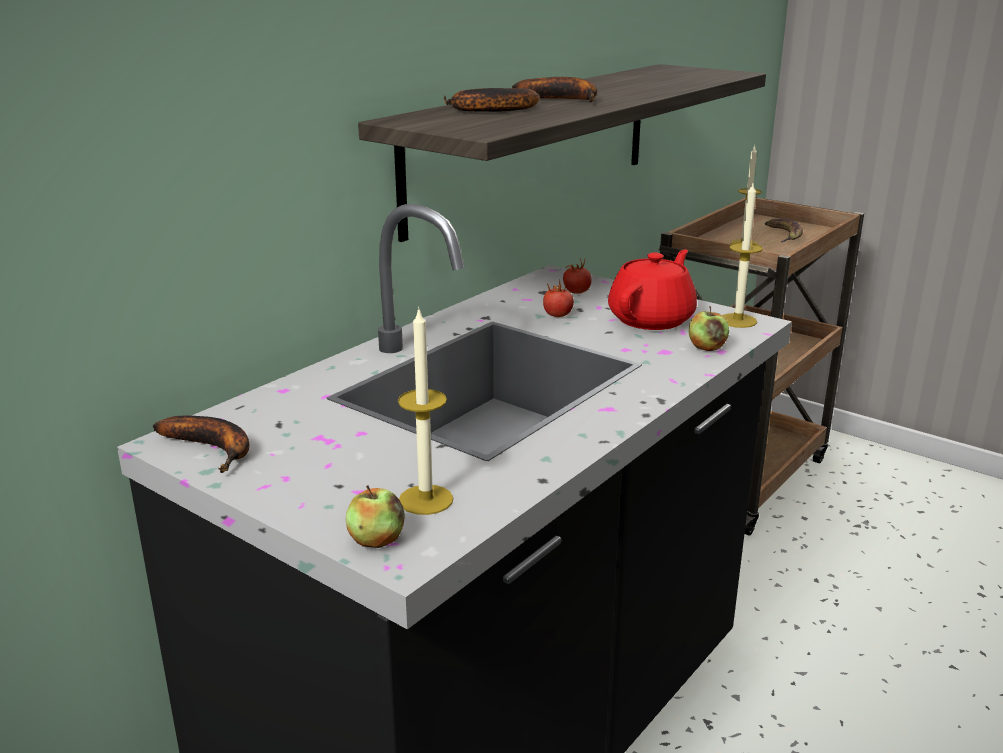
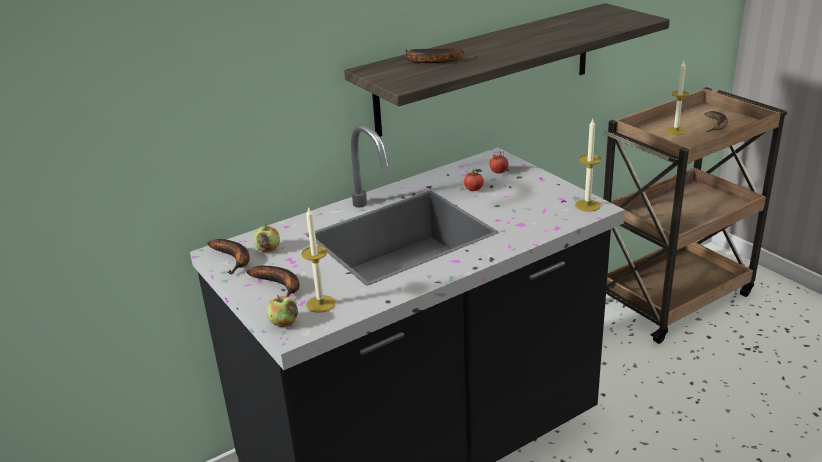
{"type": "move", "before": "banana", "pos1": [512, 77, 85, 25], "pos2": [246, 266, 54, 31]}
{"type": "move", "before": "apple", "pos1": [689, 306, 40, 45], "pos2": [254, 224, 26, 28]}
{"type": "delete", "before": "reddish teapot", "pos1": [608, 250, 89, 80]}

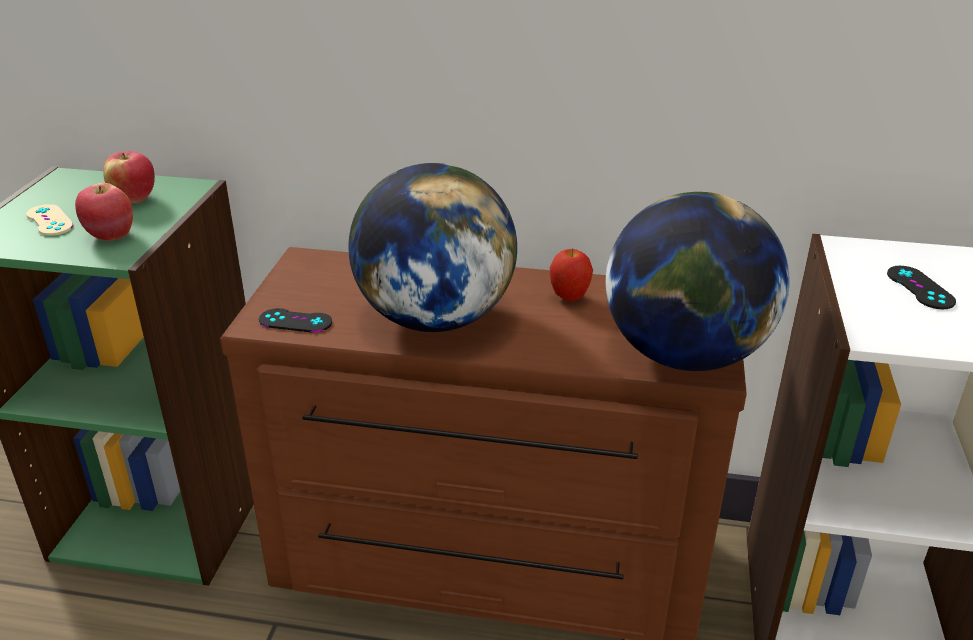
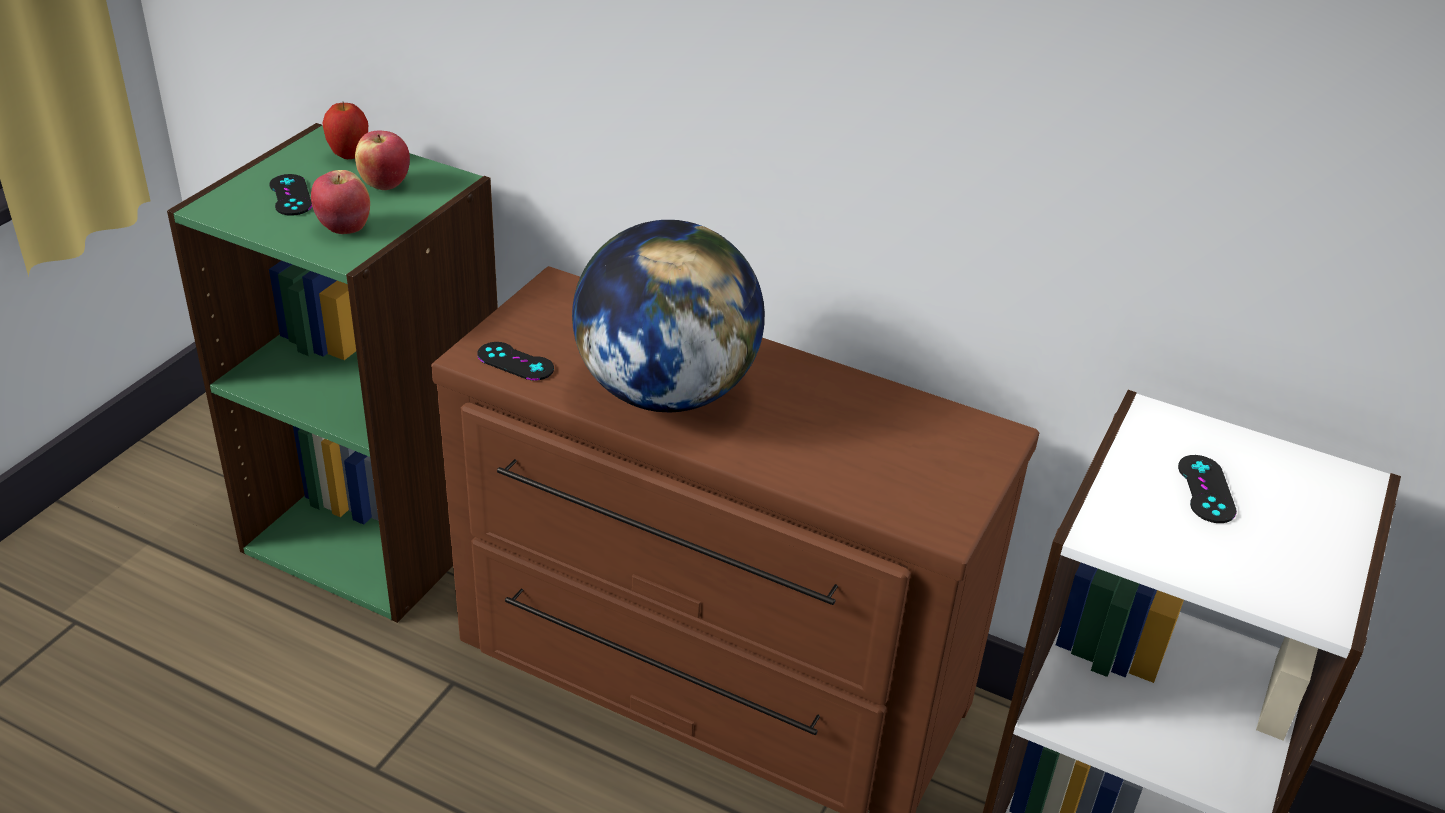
{"type": "recolor", "before": "beige game controller", "after": "black game controller", "pos1": [26, 204, 47, 32], "pos2": [269, 174, 43, 42]}
{"type": "move", "before": "apple", "pos1": [550, 248, 43, 53], "pos2": [323, 102, 45, 57]}
{"type": "delete", "before": "desk globe", "pos1": [606, 192, 183, 179]}

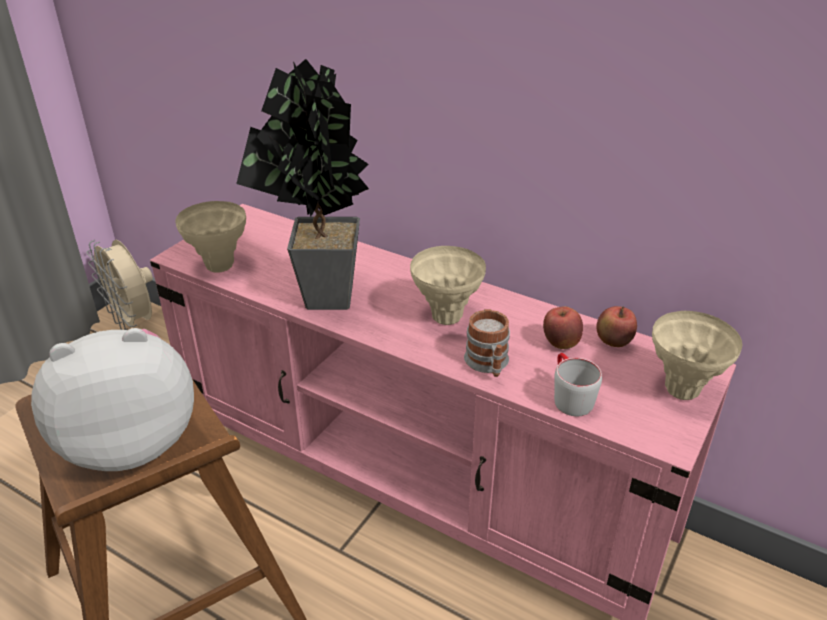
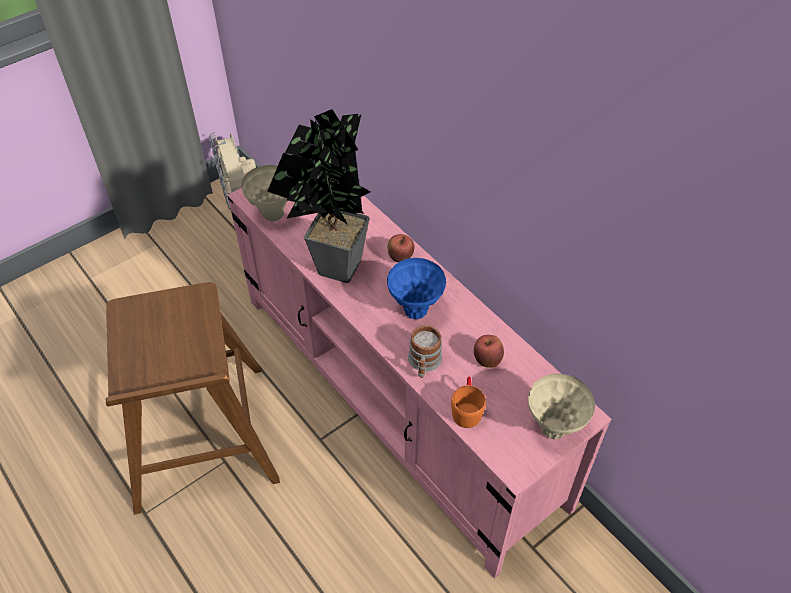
{"type": "recolor", "before": "beige vase", "after": "blue vase", "pos1": [410, 246, 76, 79], "pos2": [387, 258, 59, 61]}
{"type": "move", "before": "apple", "pos1": [597, 306, 40, 41], "pos2": [388, 234, 26, 28]}
{"type": "recolor", "before": "grey mug", "after": "orange-coloured mug", "pos1": [554, 353, 48, 63], "pos2": [451, 376, 35, 52]}
{"type": "delete", "before": "plush toy", "pos1": [31, 328, 163, 143]}

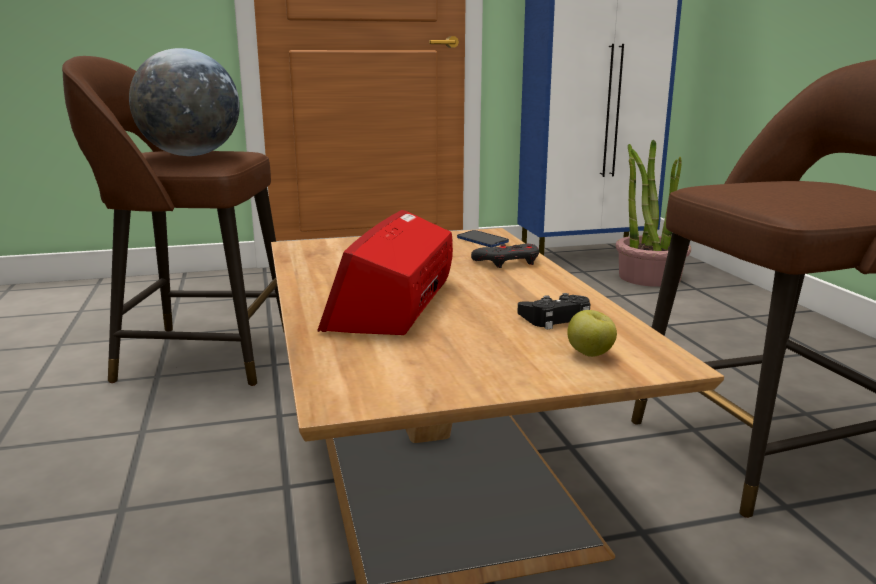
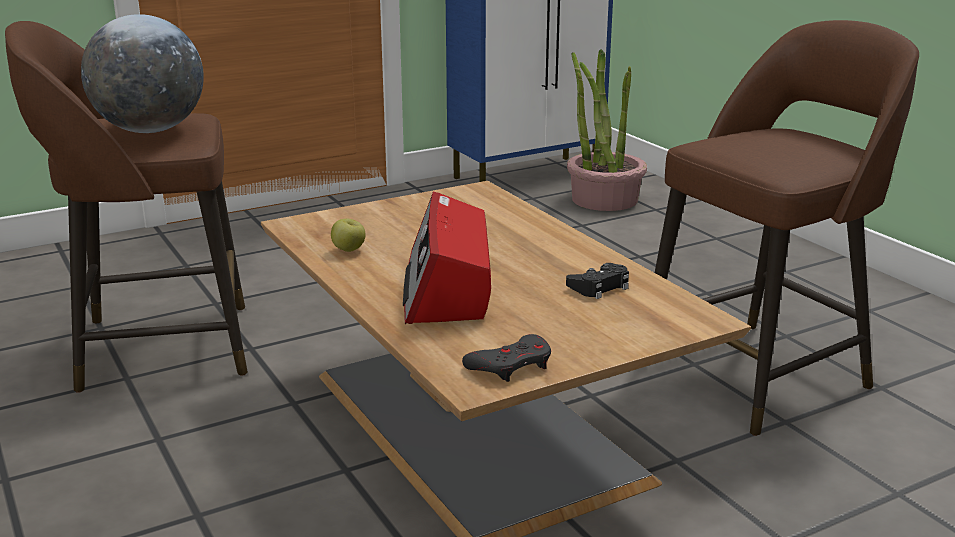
{"type": "move", "before": "apple", "pos1": [567, 310, 50, 47], "pos2": [331, 219, 35, 33]}
{"type": "move", "before": "grey game controller", "pos1": [471, 244, 68, 24], "pos2": [462, 334, 89, 48]}
{"type": "delete", "before": "handset", "pos1": [457, 230, 52, 17]}

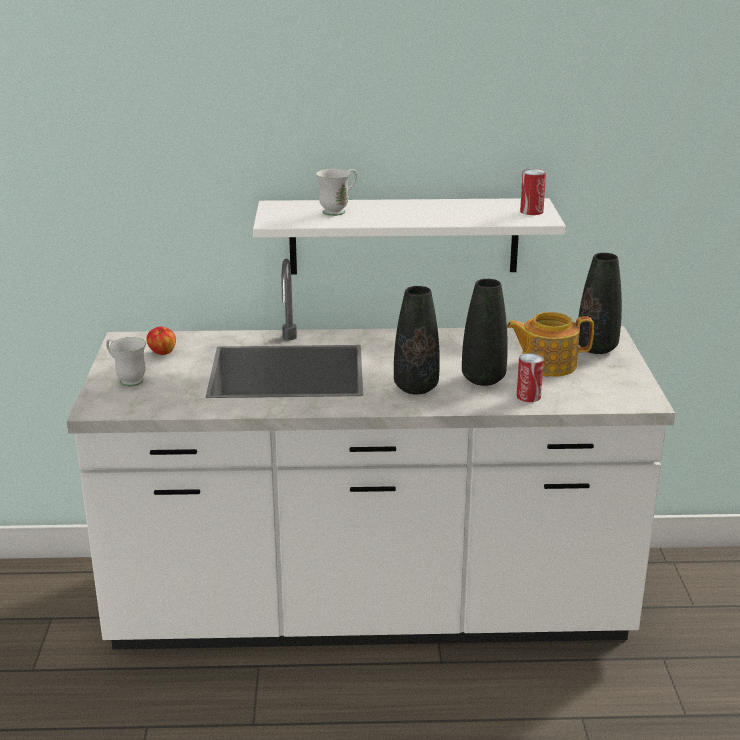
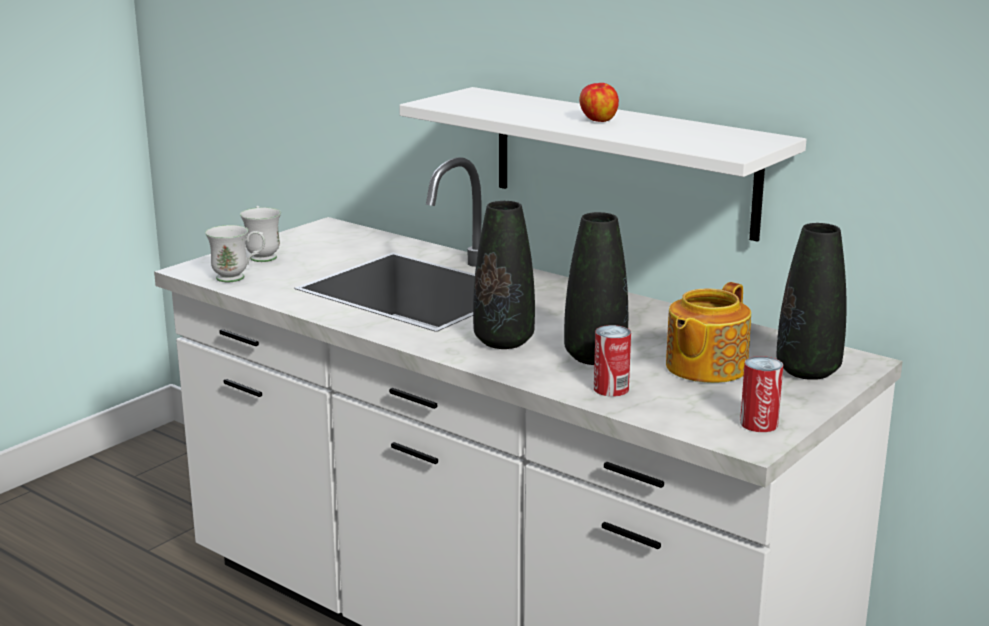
{"type": "move", "before": "whitish mug", "pos1": [316, 169, 41, 47], "pos2": [205, 225, 60, 57]}
{"type": "move", "before": "apple", "pos1": [146, 327, 30, 28], "pos2": [579, 83, 40, 39]}
{"type": "rotate", "before": "teapot", "pos1": [507, 312, 87, 65], "pos2": [666, 282, 85, 101], "turn": -90}
{"type": "move", "before": "can", "pos1": [520, 169, 26, 46], "pos2": [740, 356, 43, 76]}

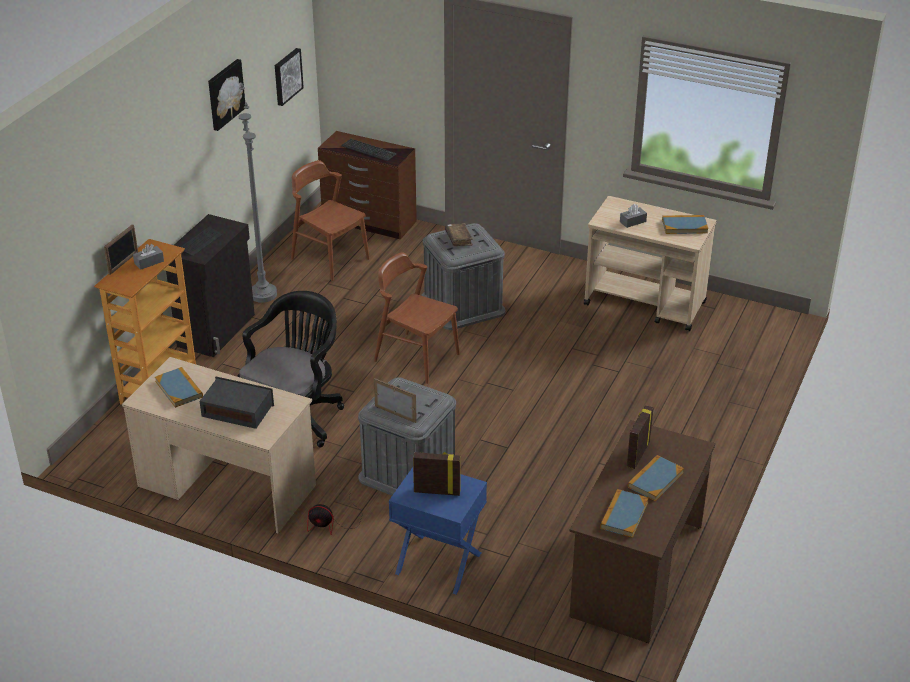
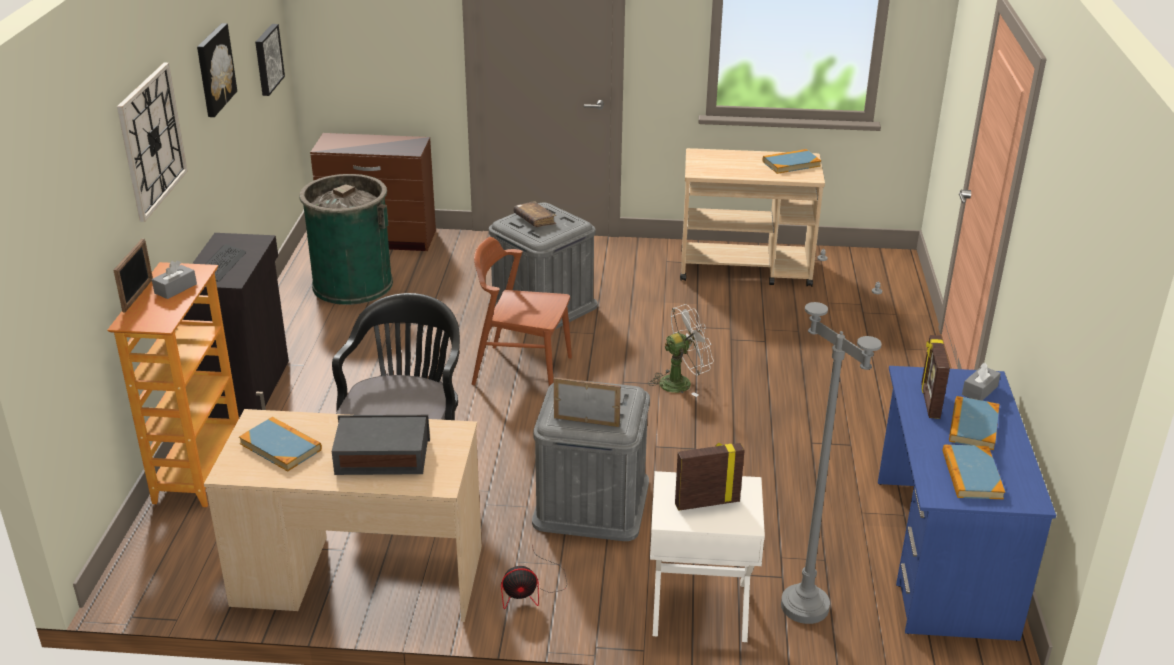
{"type": "insert", "after": "clock on the wall", "pos2": [117, 63, 71, 159]}
{"type": "replace", "before": "brownish chair", "after": "green-coloured trash can", "pos1": [291, 160, 79, 121], "pos2": [299, 174, 94, 131]}
{"type": "insert", "after": "whitish fan", "pos2": [648, 304, 66, 93]}
{"type": "recolor", "before": "blue nightstand", "after": "whitish nightstand", "pos1": [389, 467, 98, 127], "pos2": [650, 471, 115, 171]}
{"type": "move", "before": "grey standard lamp", "pos1": [239, 83, 38, 220], "pos2": [781, 249, 101, 375]}
{"type": "recolor", "before": "brownish desk table", "after": "blue desk table", "pos1": [569, 420, 146, 223], "pos2": [878, 366, 178, 275]}
{"type": "move", "before": "grey box of tissues", "pos1": [620, 204, 27, 24], "pos2": [962, 362, 39, 39]}
{"type": "delete", "before": "PC keyboard", "pos1": [342, 139, 54, 22]}

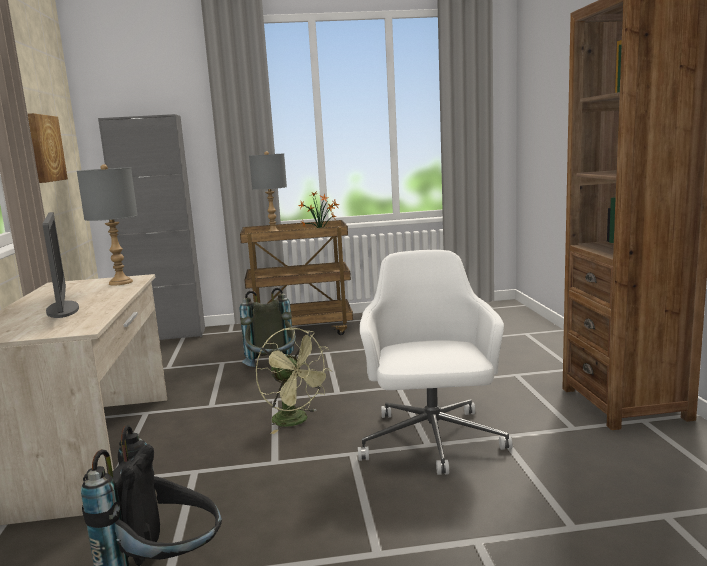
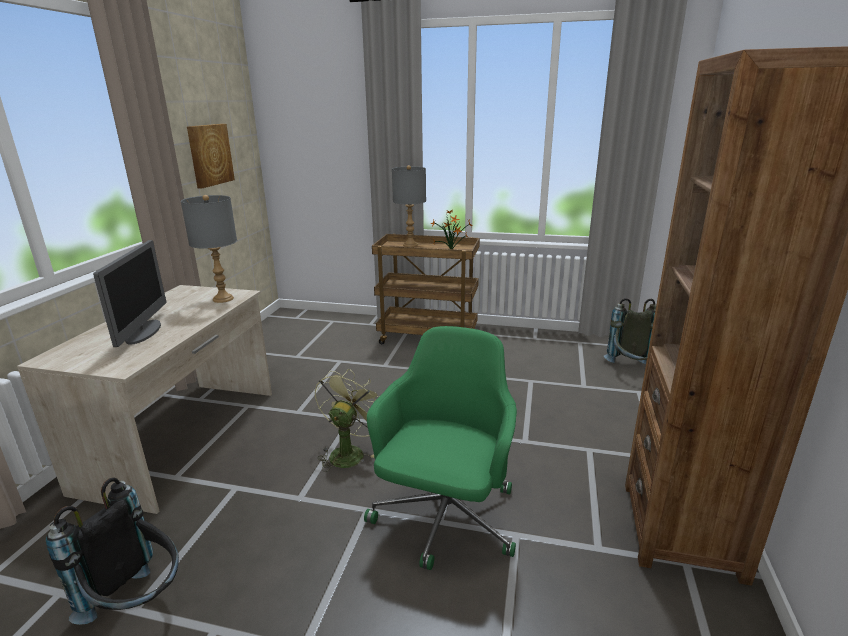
{"type": "rotate", "before": "green-coloured fan", "pos1": [256, 328, 77, 106], "pos2": [315, 369, 64, 103], "turn": -135}
{"type": "recolor", "before": "whitish office chair", "after": "green-coloured office chair", "pos1": [358, 250, 155, 225], "pos2": [364, 326, 153, 244]}
{"type": "move", "before": "grey knapsack", "pos1": [240, 288, 56, 79], "pos2": [604, 298, 52, 66]}
{"type": "delete", "before": "grey storage cabinet", "pos1": [98, 114, 107, 226]}

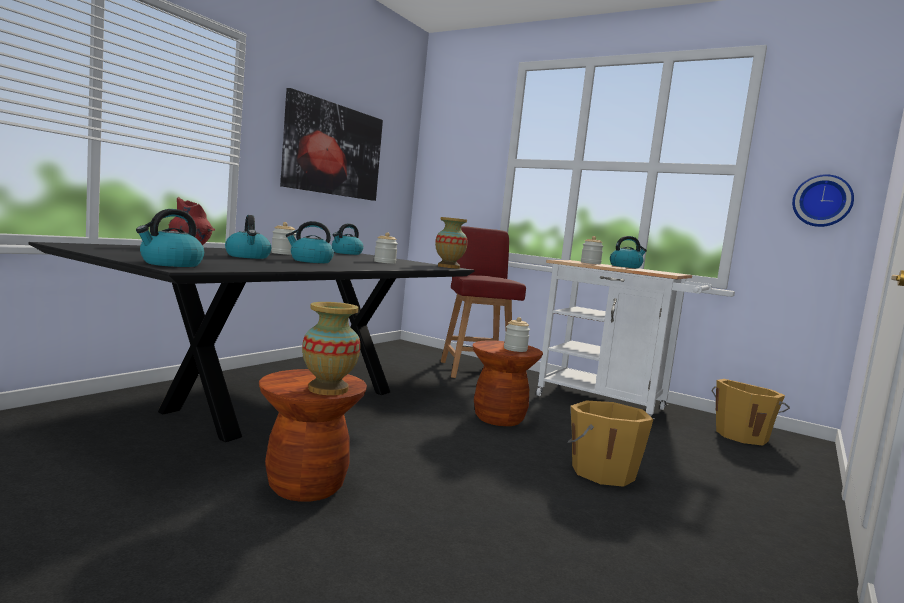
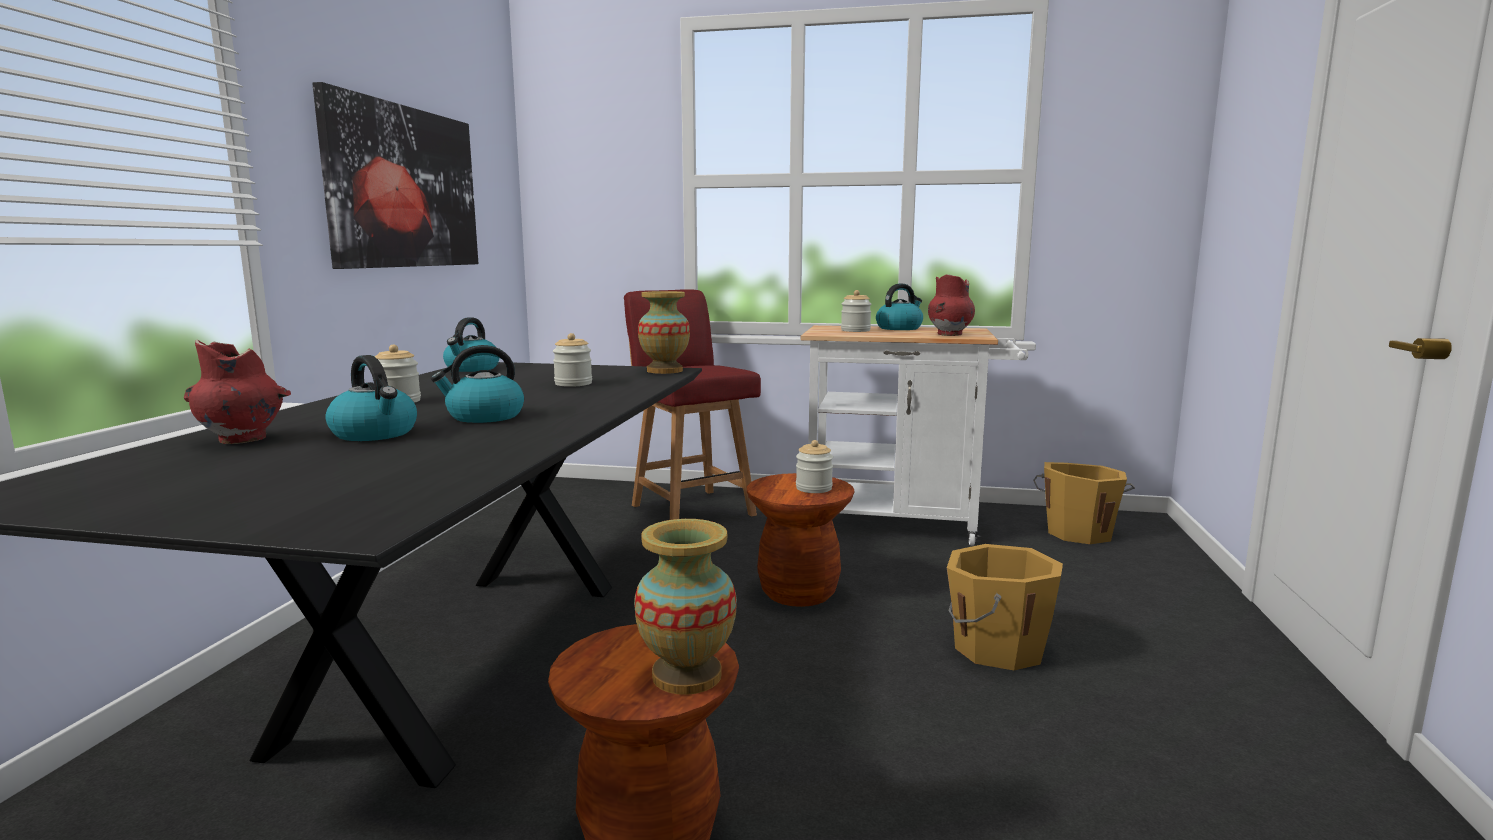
{"type": "insert", "after": "reddish vase", "pos2": [928, 274, 47, 62]}
{"type": "delete", "before": "kettle", "pos1": [136, 209, 68, 58]}
{"type": "delete", "before": "clock on the wall", "pos1": [792, 174, 62, 53]}

